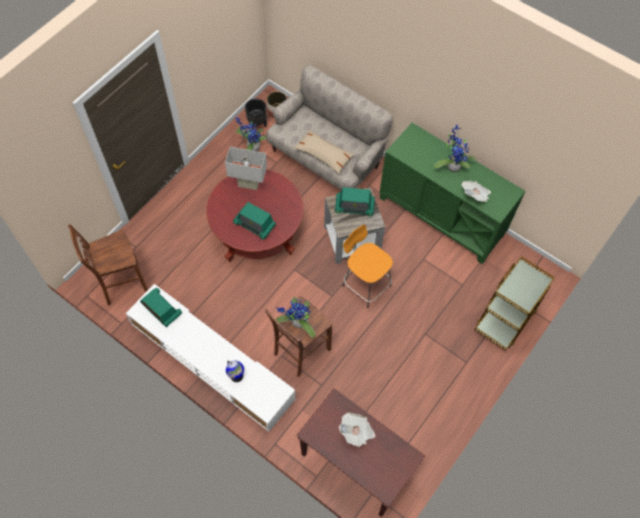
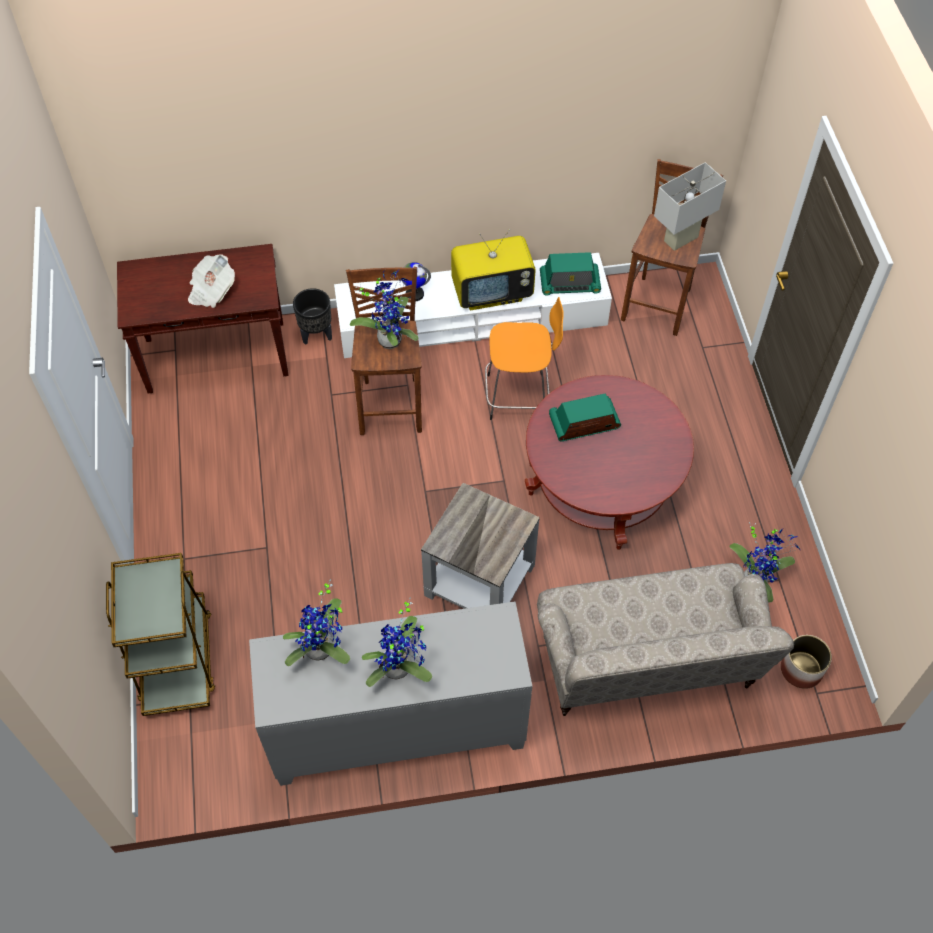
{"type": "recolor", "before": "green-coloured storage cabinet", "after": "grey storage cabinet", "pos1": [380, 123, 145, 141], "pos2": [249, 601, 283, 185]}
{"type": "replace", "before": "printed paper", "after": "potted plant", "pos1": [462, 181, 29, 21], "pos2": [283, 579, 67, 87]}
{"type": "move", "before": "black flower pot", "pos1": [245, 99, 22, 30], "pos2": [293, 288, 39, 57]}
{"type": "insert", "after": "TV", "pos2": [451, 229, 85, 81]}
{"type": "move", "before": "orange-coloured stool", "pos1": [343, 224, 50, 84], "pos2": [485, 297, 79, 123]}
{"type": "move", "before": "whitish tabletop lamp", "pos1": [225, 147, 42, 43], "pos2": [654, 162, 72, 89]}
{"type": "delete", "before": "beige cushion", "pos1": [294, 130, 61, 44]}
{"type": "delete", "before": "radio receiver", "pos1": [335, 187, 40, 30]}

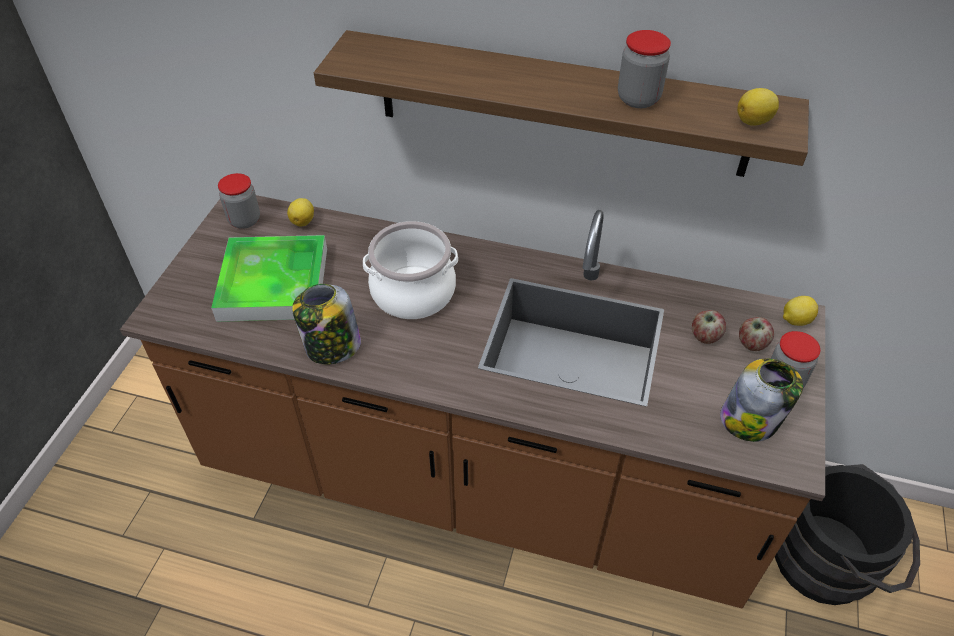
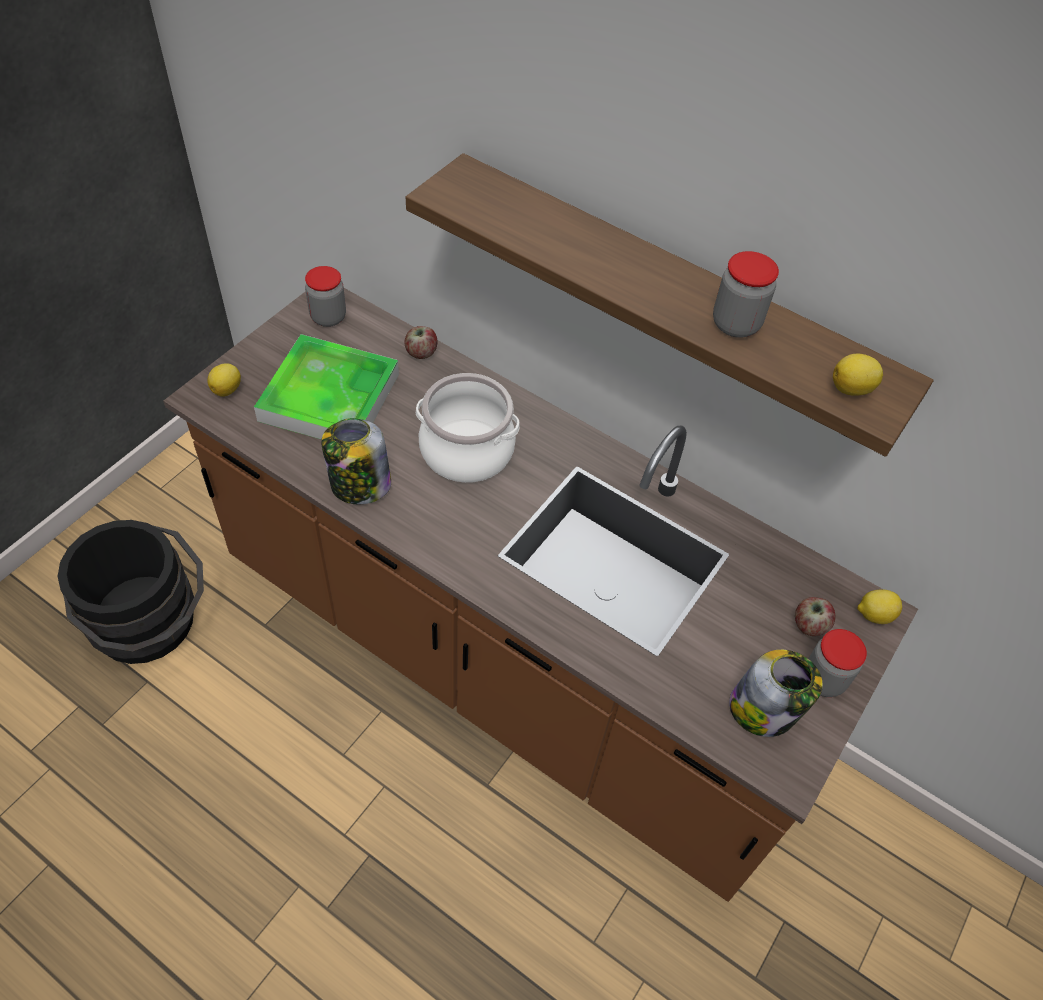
{"type": "move", "before": "black water bucket", "pos1": [775, 464, 145, 141], "pos2": [58, 520, 146, 144]}
{"type": "move", "before": "lemon", "pos1": [287, 198, 27, 29], "pos2": [207, 363, 34, 34]}
{"type": "move", "before": "apple", "pos1": [692, 310, 34, 34], "pos2": [405, 326, 33, 33]}

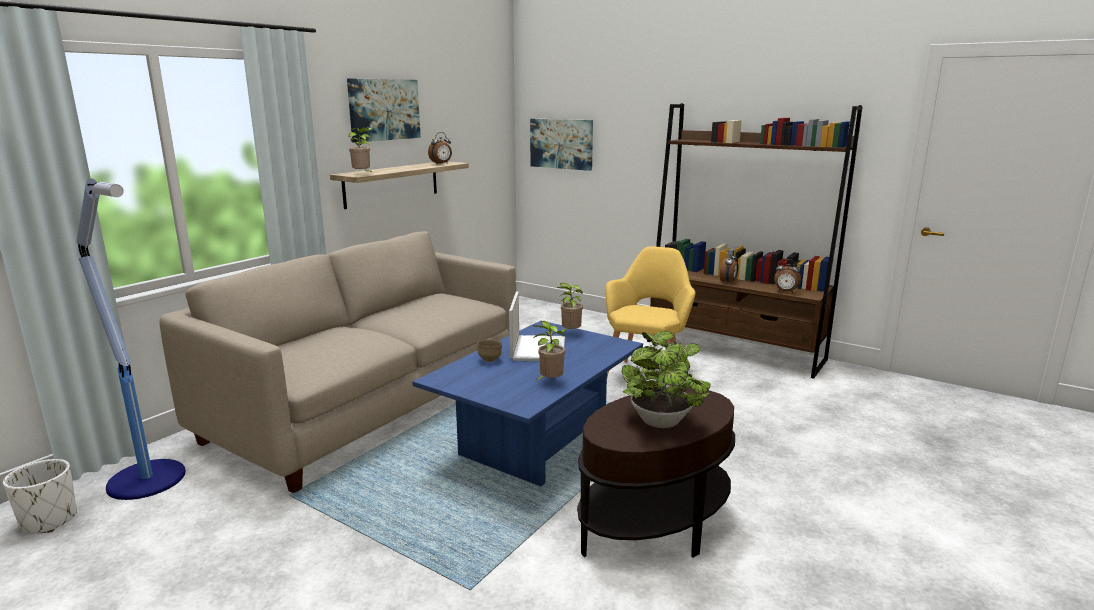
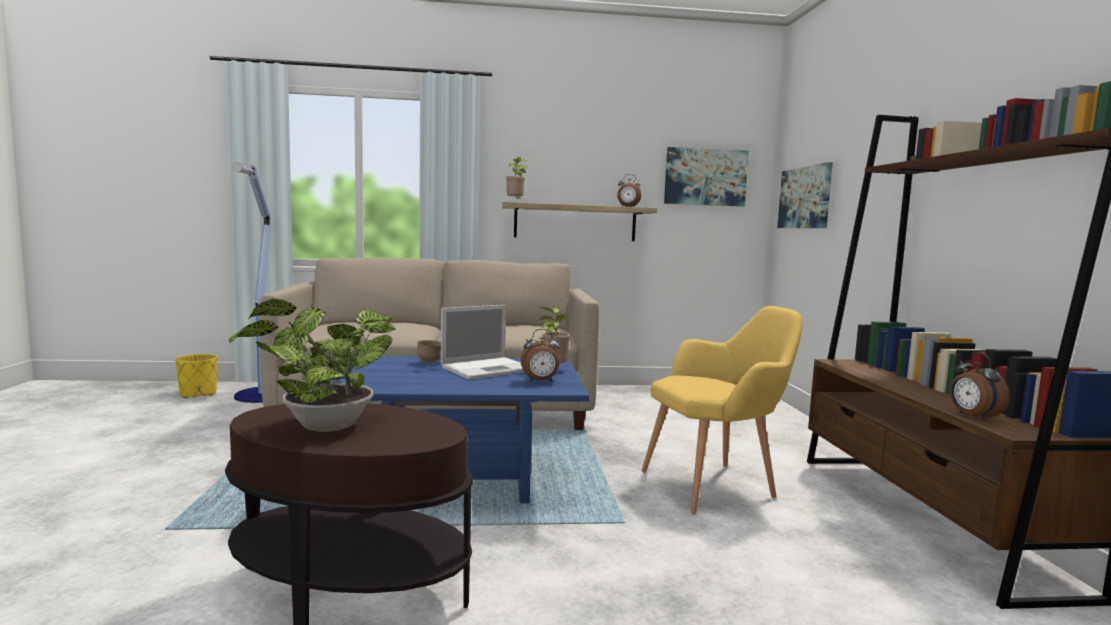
{"type": "recolor", "before": "whitish flower pot", "after": "yellowish flower pot", "pos1": [3, 459, 74, 75], "pos2": [175, 354, 42, 44]}
{"type": "move", "before": "table clock", "pos1": [720, 251, 18, 33], "pos2": [520, 329, 40, 53]}
{"type": "move", "before": "picture", "pos1": [347, 79, 74, 64], "pos2": [664, 147, 85, 60]}
{"type": "delete", "before": "potted plant", "pos1": [533, 321, 32, 60]}

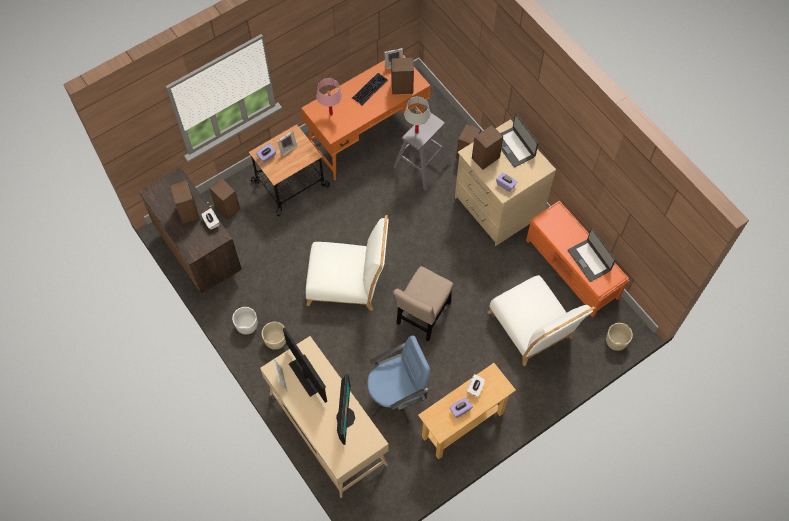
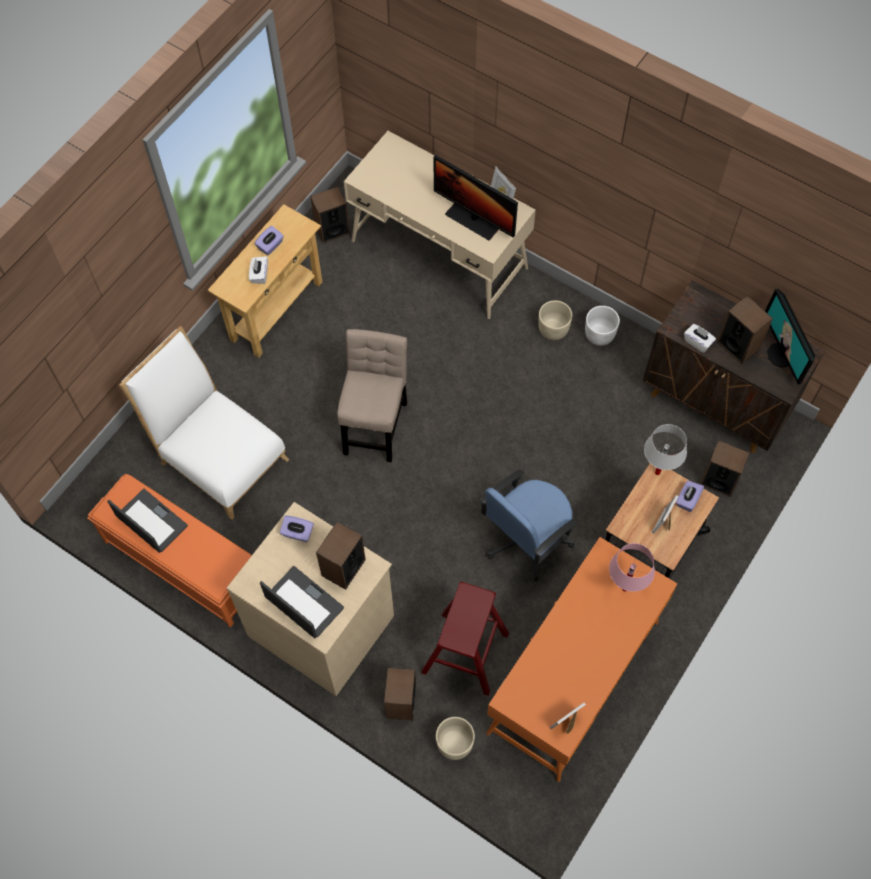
{"type": "move", "before": "speaker", "pos1": [391, 58, 23, 36], "pos2": [310, 186, 40, 57]}
{"type": "recolor", "before": "grey stool", "after": "reddish stool", "pos1": [393, 112, 58, 79], "pos2": [421, 582, 88, 114]}
{"type": "move", "before": "beige flower pot", "pos1": [606, 323, 27, 28], "pos2": [436, 717, 39, 43]}
{"type": "move", "before": "blue office chair", "pos1": [367, 335, 63, 89], "pos2": [480, 470, 98, 111]}
{"type": "move", "before": "whitish tabletop lamp", "pos1": [404, 96, 27, 38], "pos2": [644, 424, 43, 51]}
{"type": "move", "before": "computer display", "pos1": [336, 374, 19, 71], "pos2": [765, 289, 50, 96]}
{"type": "delete", "before": "whitish chair", "pos1": [305, 215, 84, 96]}
{"type": "delete", "before": "PC keyboard", "pos1": [352, 73, 36, 32]}

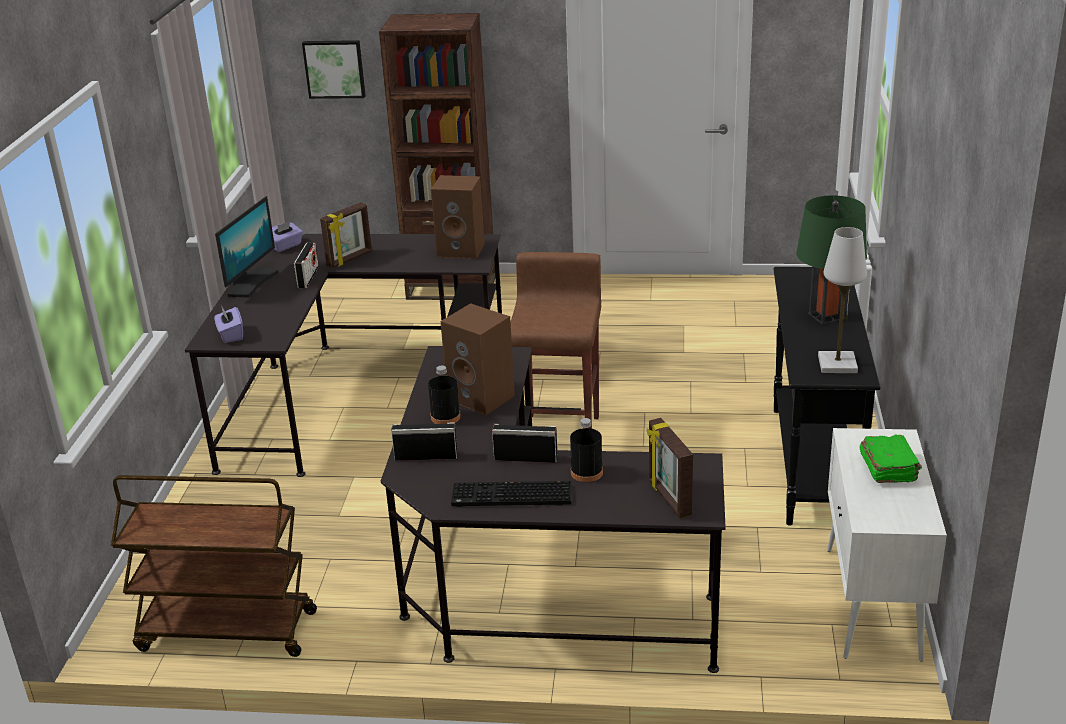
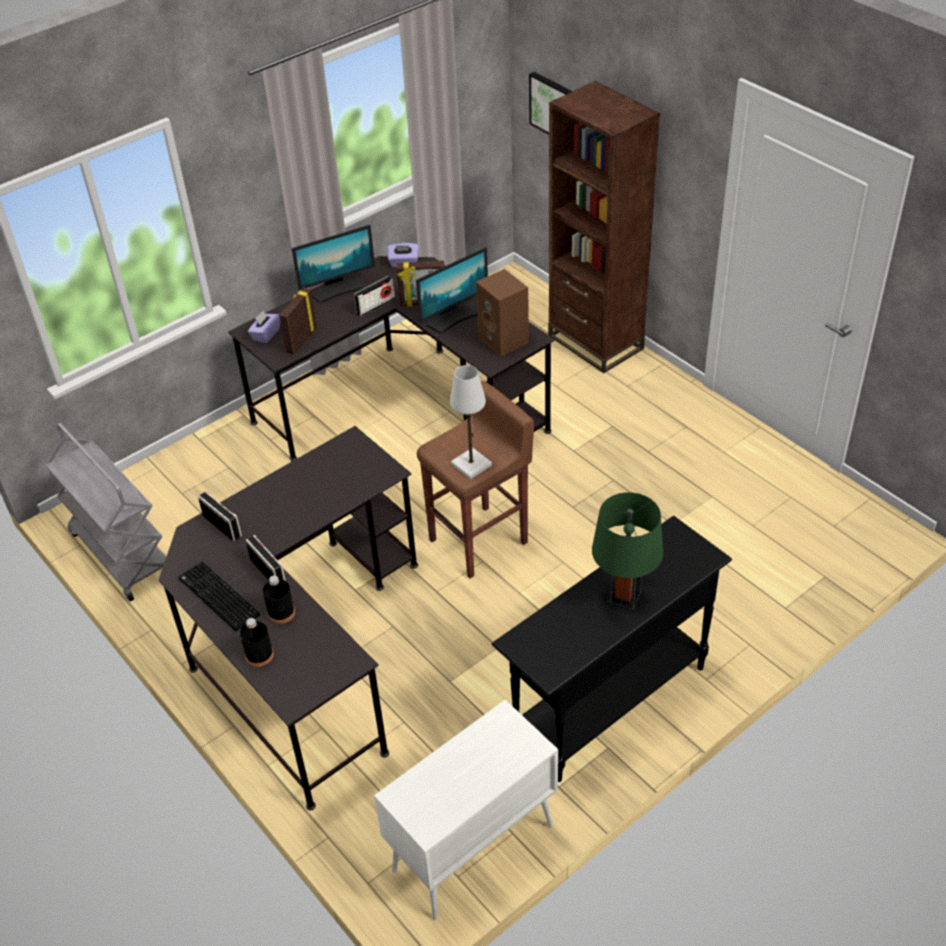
{"type": "recolor", "before": "brownish wheeled cart", "after": "grey wheeled cart", "pos1": [111, 475, 206, 182], "pos2": [45, 423, 121, 178]}
{"type": "move", "before": "black drink bottle", "pos1": [428, 366, 33, 58], "pos2": [240, 618, 34, 49]}
{"type": "move", "before": "photo frame", "pos1": [647, 418, 46, 100], "pos2": [279, 287, 38, 68]}
{"type": "insert", "after": "computer display", "pos2": [416, 247, 72, 87]}
{"type": "move", "before": "whitish tabletop lamp", "pos1": [818, 227, 49, 146], "pos2": [450, 365, 42, 114]}
{"type": "delete", "before": "brownish speaker", "pos1": [441, 303, 74, 112]}
{"type": "delete", "before": "green-coloured volume", "pos1": [859, 434, 63, 49]}

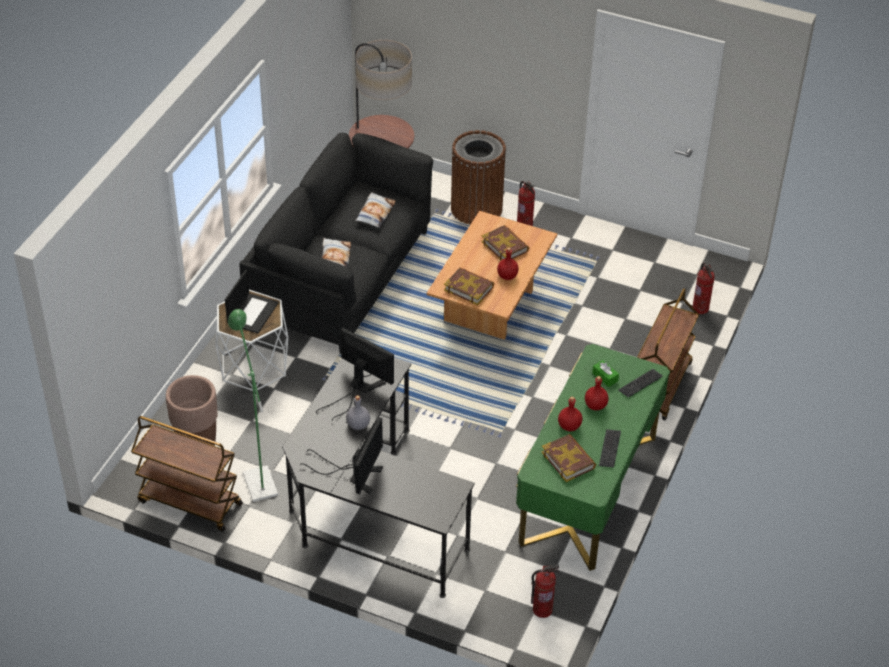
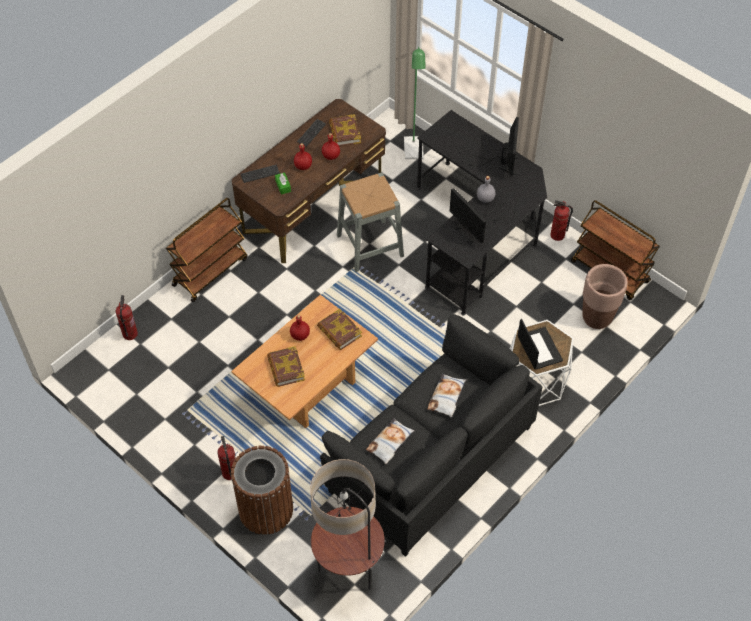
{"type": "recolor", "before": "green-coloured desk table", "after": "brownish desk table", "pos1": [516, 344, 154, 227], "pos2": [232, 99, 154, 164]}
{"type": "insert", "after": "grey stool", "pos2": [337, 172, 67, 100]}
{"type": "move", "before": "green-coloured standard lamp", "pos1": [228, 309, 50, 193], "pos2": [404, 47, 22, 112]}
{"type": "rotate", "before": "computer display", "pos1": [300, 417, 83, 77], "pos2": [458, 117, 61, 59], "turn": 150}
{"type": "rotate", "before": "notebook computer", "pos1": [225, 270, 54, 63], "pos2": [517, 319, 46, 50], "turn": 120}
{"type": "move", "before": "extinguisher", "pos1": [531, 564, 28, 54], "pos2": [550, 200, 23, 41]}

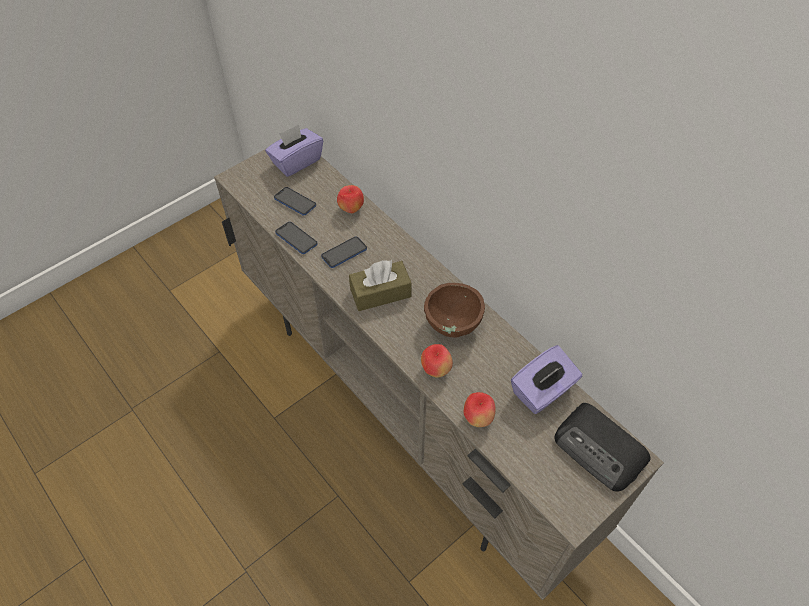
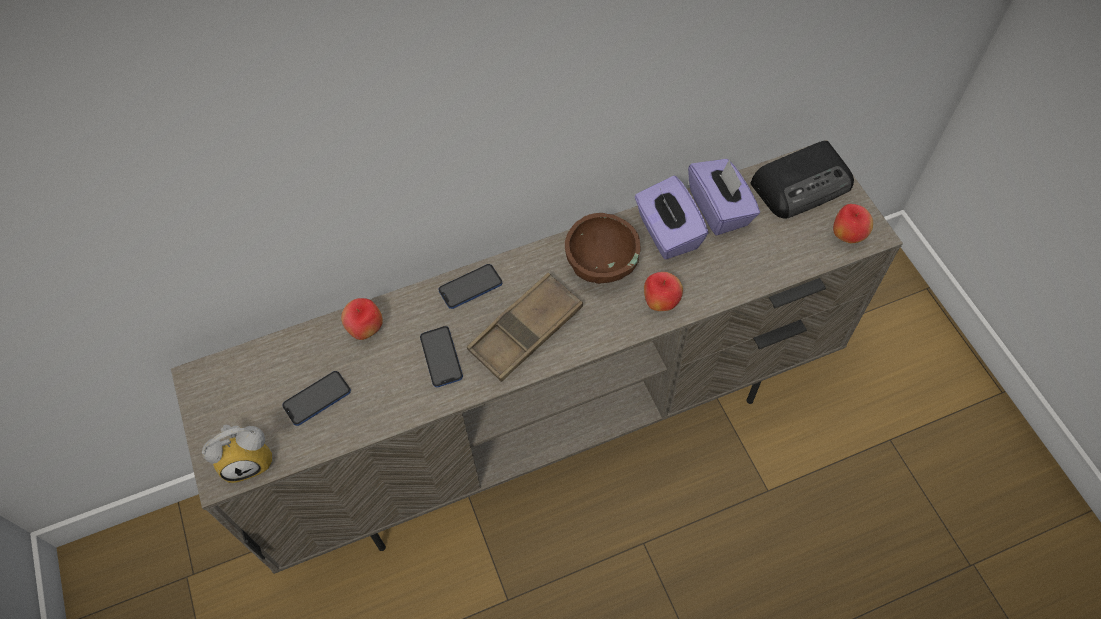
{"type": "insert", "after": "table clock", "pos2": [202, 425, 70, 58]}
{"type": "move", "before": "handset", "pos1": [275, 222, 42, 32], "pos2": [439, 264, 63, 45]}
{"type": "replace", "before": "brownish box of tissues", "after": "brownish serving tray", "pos1": [349, 260, 63, 51], "pos2": [467, 273, 116, 109]}
{"type": "move", "before": "purple-coloured box of tissues", "pos1": [265, 124, 58, 53], "pos2": [635, 176, 73, 84]}
{"type": "move", "before": "apple", "pos1": [464, 392, 31, 35], "pos2": [833, 204, 40, 39]}

